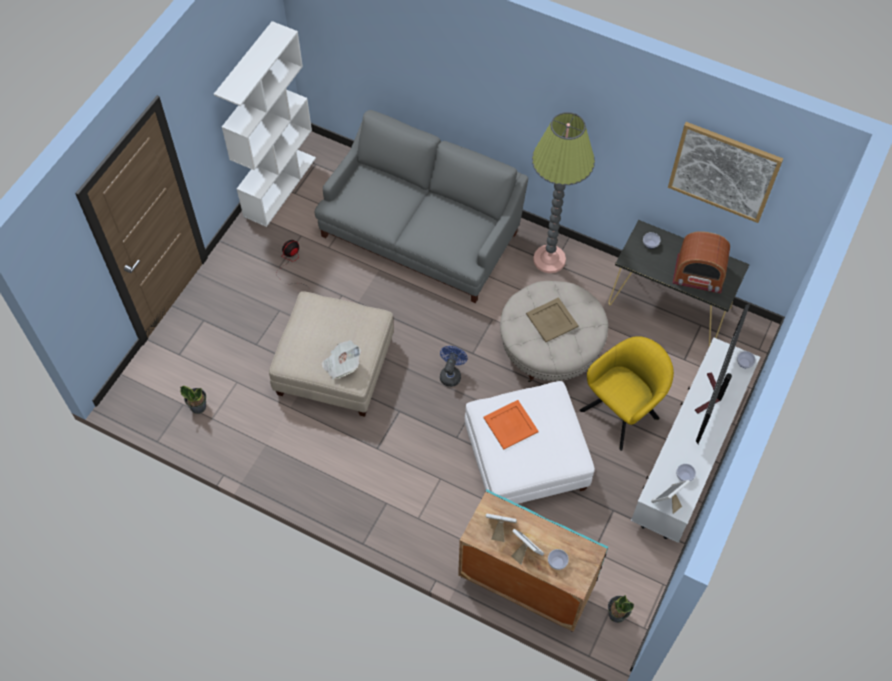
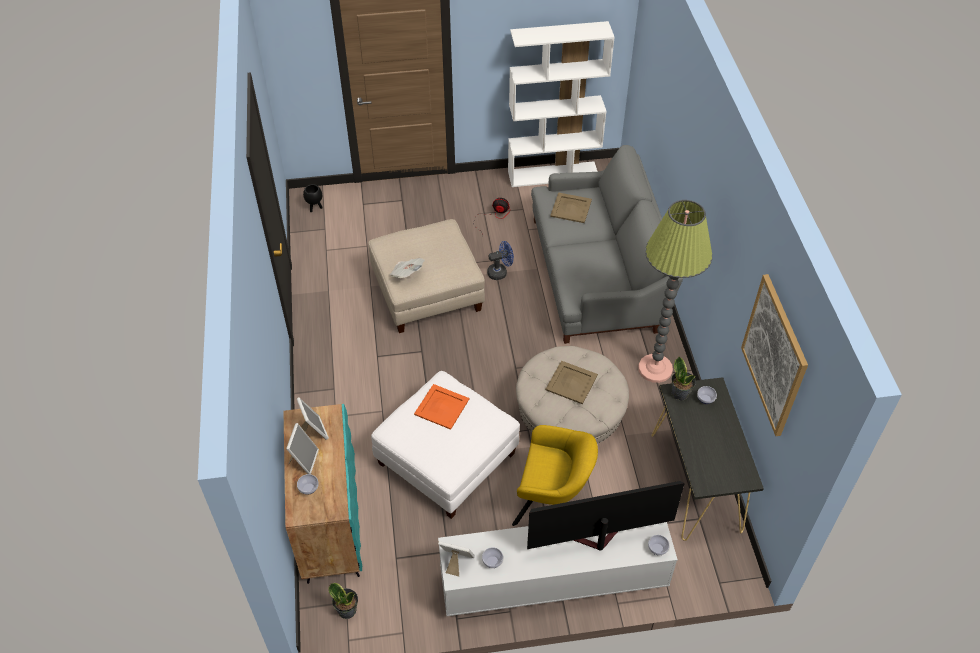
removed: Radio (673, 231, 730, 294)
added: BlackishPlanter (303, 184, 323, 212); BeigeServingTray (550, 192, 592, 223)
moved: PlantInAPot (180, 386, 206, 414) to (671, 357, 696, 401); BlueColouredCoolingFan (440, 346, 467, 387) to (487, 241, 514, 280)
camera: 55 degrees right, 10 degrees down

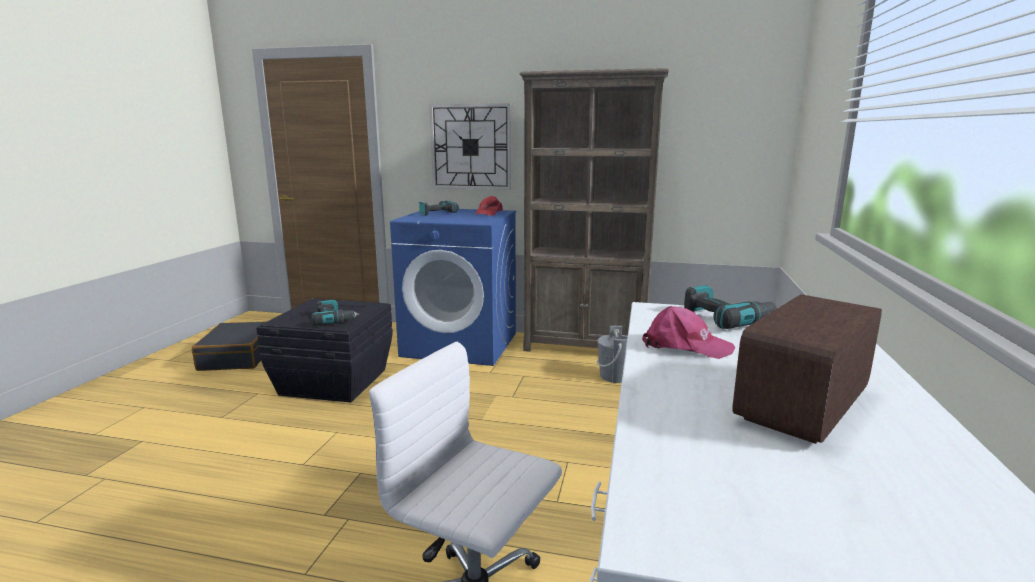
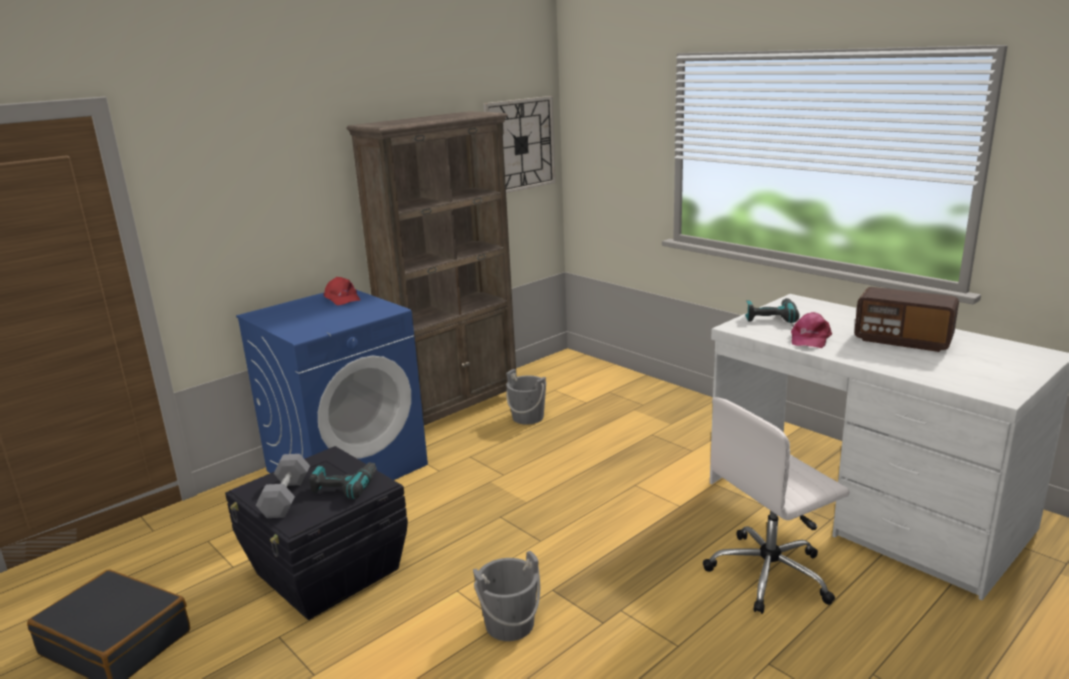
removed: PowerDrill (418, 201, 459, 216)
added: GreyishDumbbell (255, 454, 310, 518); GreyishBucket (473, 551, 540, 641)
moved: WallClock (429, 104, 511, 190) to (483, 96, 556, 193)
turned: PinkColouredCap (642, 306, 735, 359) = (791, 312, 832, 348) 150 degrees clockwise; Radio (733, 294, 882, 444) = (854, 287, 959, 352) 45 degrees counterclockwise
camera: 55 degrees left, 5 degrees up

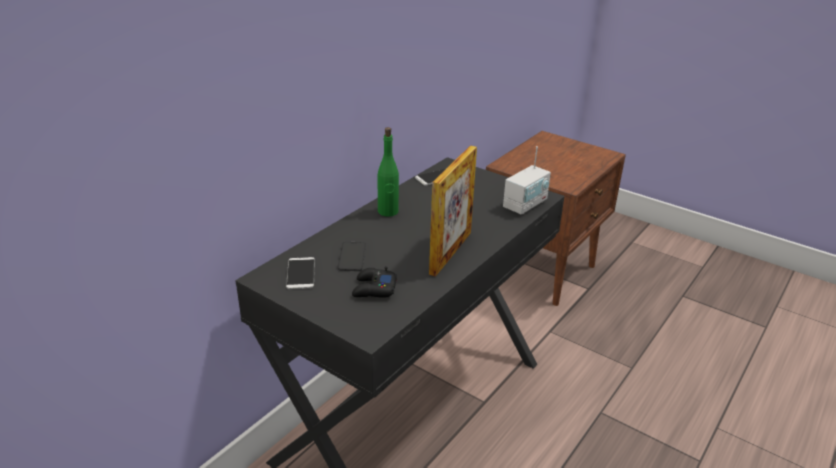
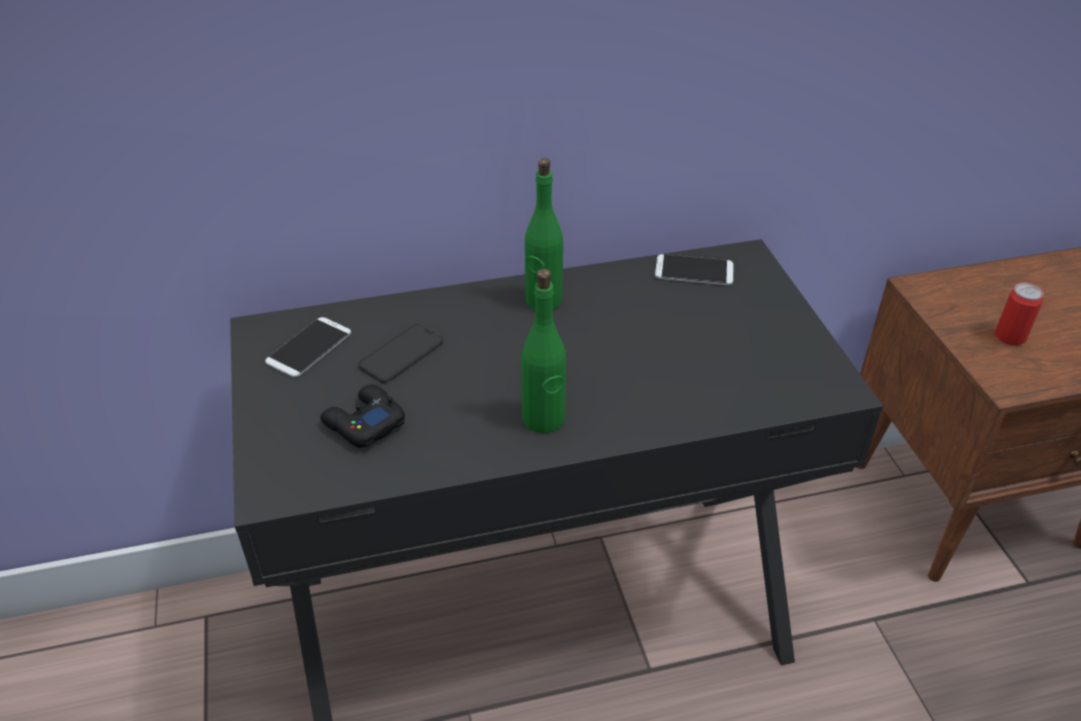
removed: Radio (503, 146, 551, 215)
added: Can (995, 283, 1043, 345)
replaced: PhotoFrame (429, 145, 477, 277) to GreenDrinkBottle (521, 269, 566, 433)
camera: 40 degrees right, 10 degrees up

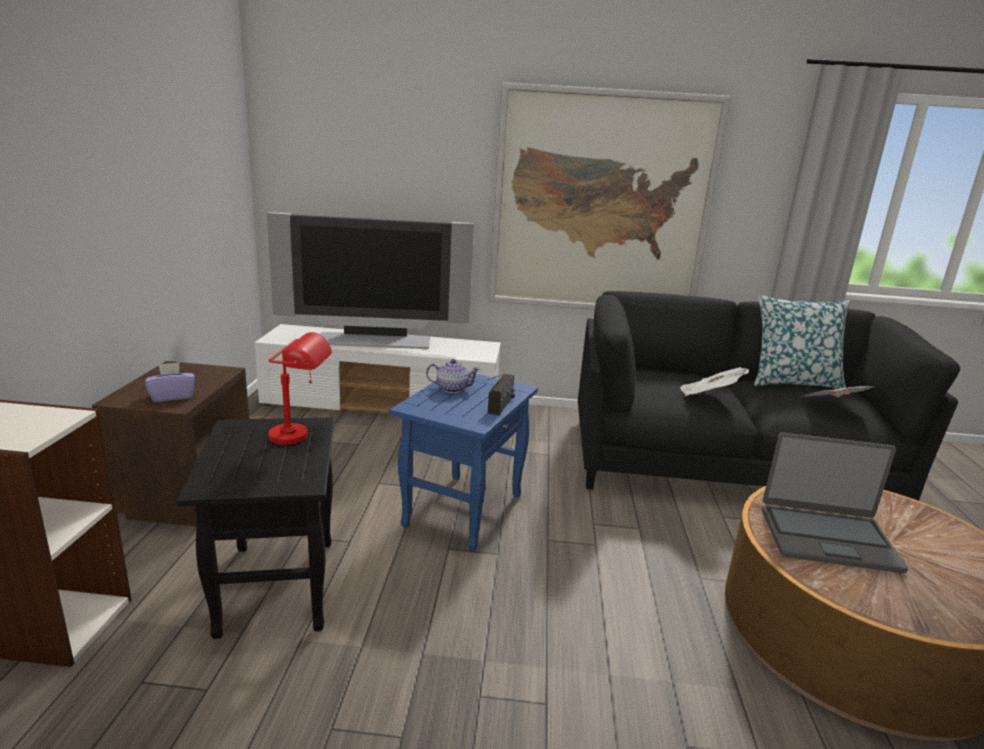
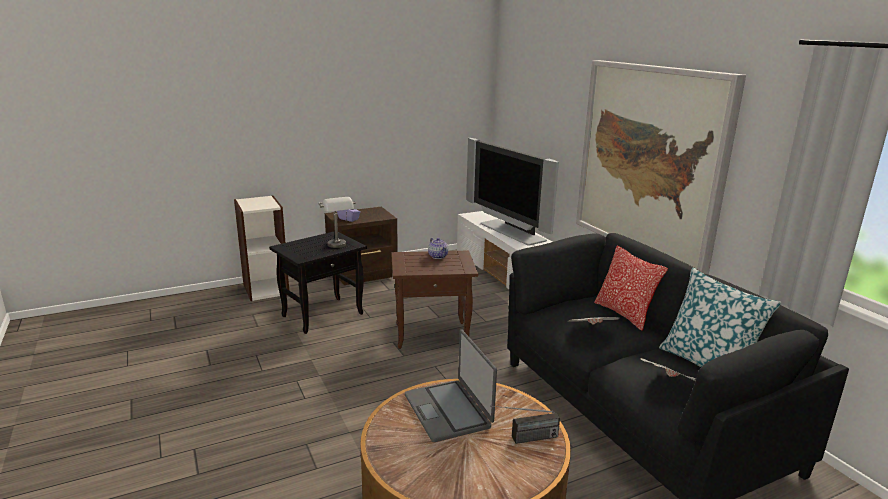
added: Pillow (594, 246, 668, 331)
moved: Radio (482, 373, 515, 415) to (490, 406, 560, 444)
recoloured: ReddishLampForATable (269, 332, 332, 445) to GreyishLampForATable (318, 197, 355, 248); BlueColouredEndTable (389, 372, 538, 551) to BrownEndTable (391, 251, 478, 349)
camera: 60 degrees right, 0 degrees up

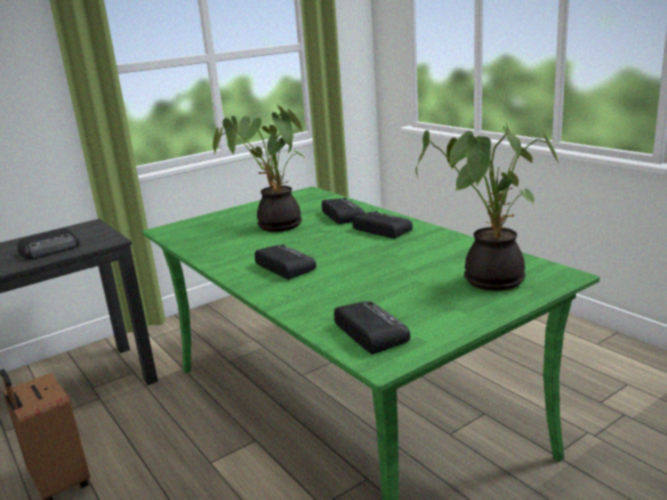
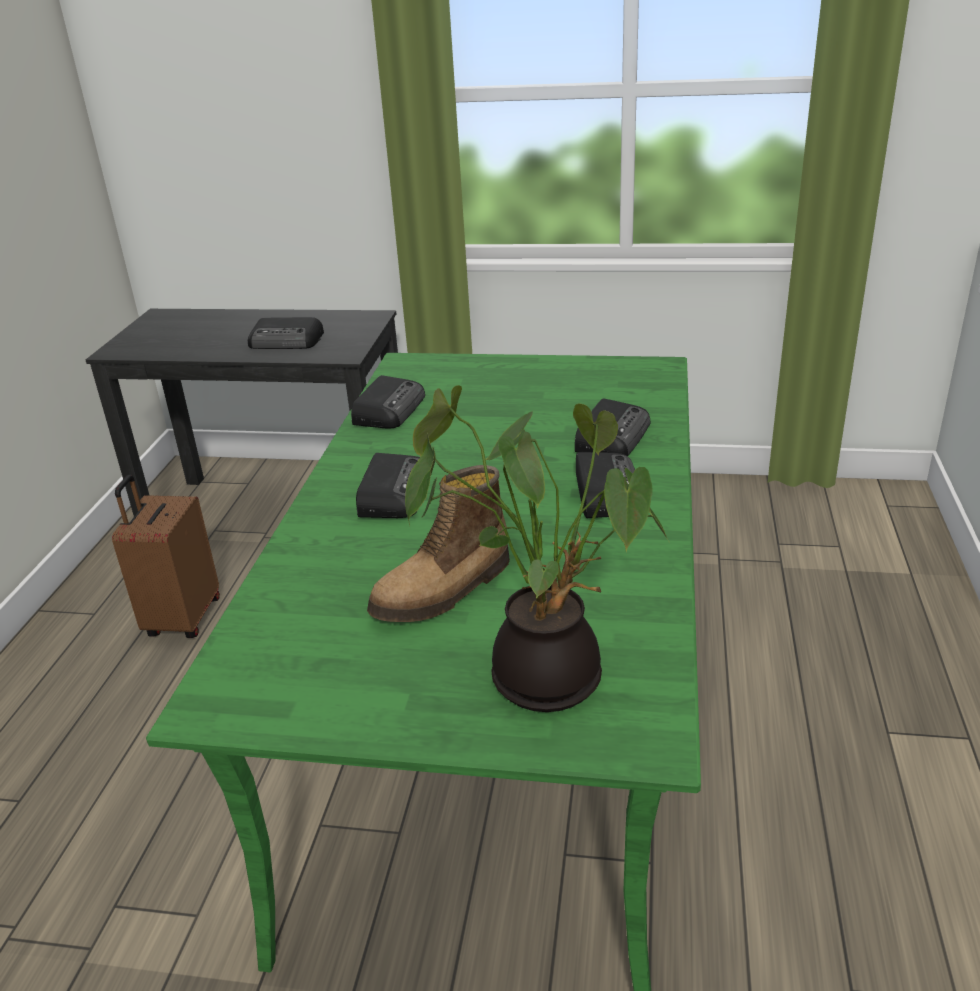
removed: PlantInAPot (213, 105, 305, 232)
added: HighTopBoot (367, 465, 510, 622)
moved: Radio (334, 301, 411, 354) to (351, 375, 425, 428)
camera: 45 degrees right, 10 degrees up

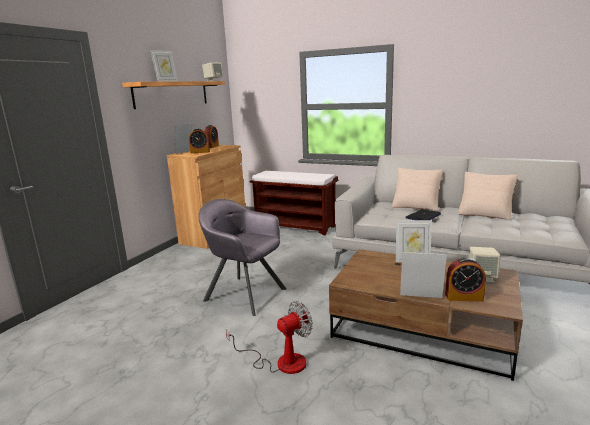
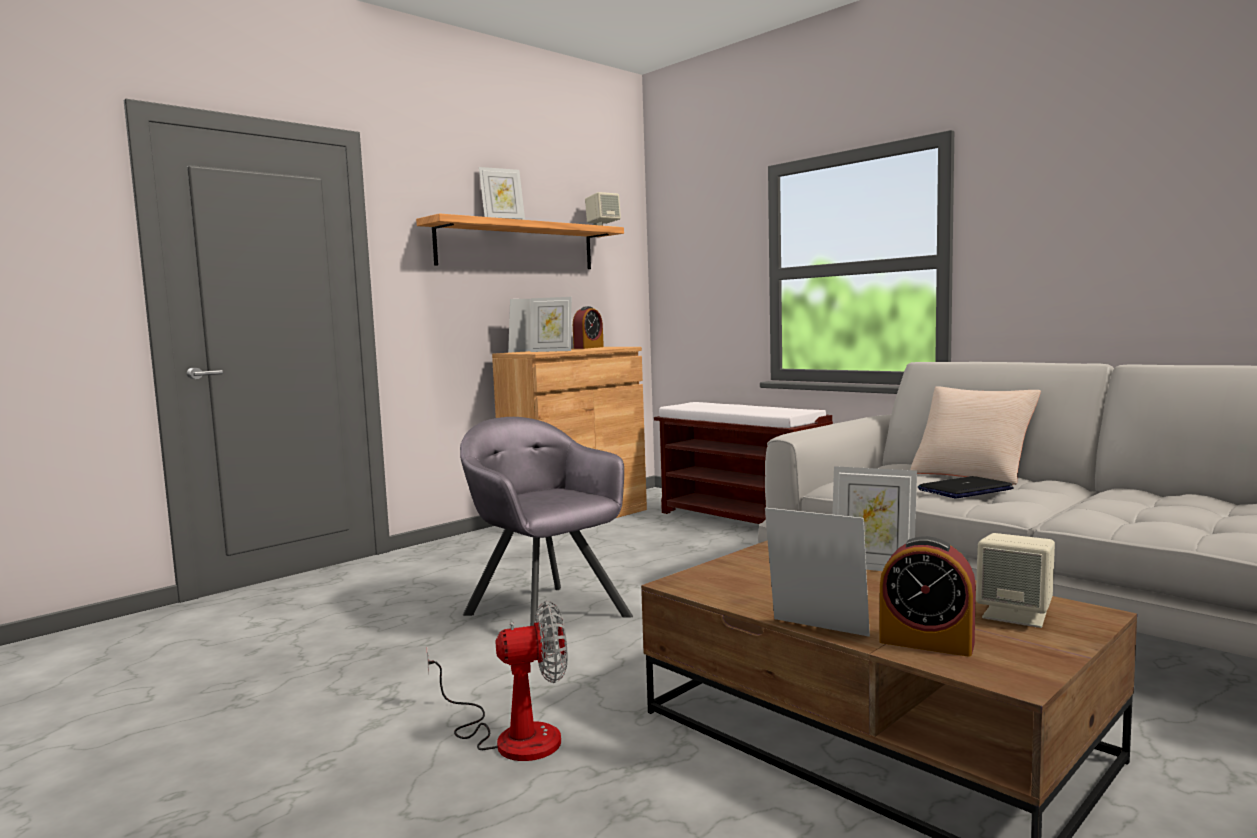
removed: BeigePillow (458, 172, 518, 220)
replaced: TableClock (189, 129, 210, 154) to PhotoFrame (530, 297, 572, 352)
camera: 20 degrees right, 10 degrees down

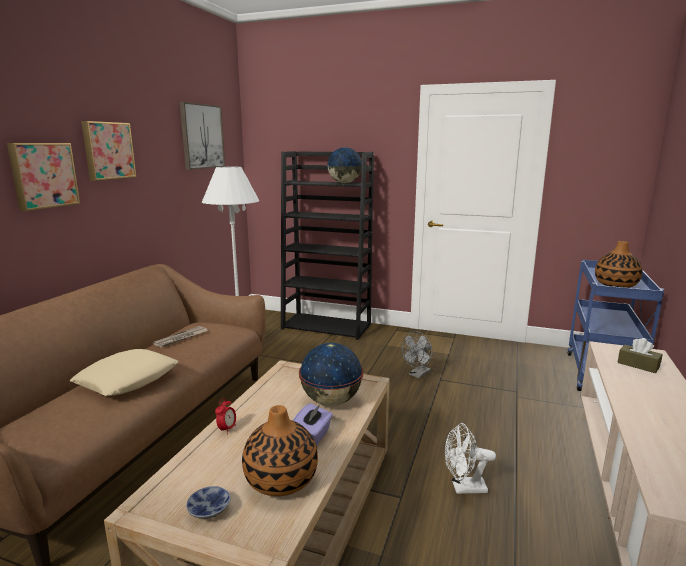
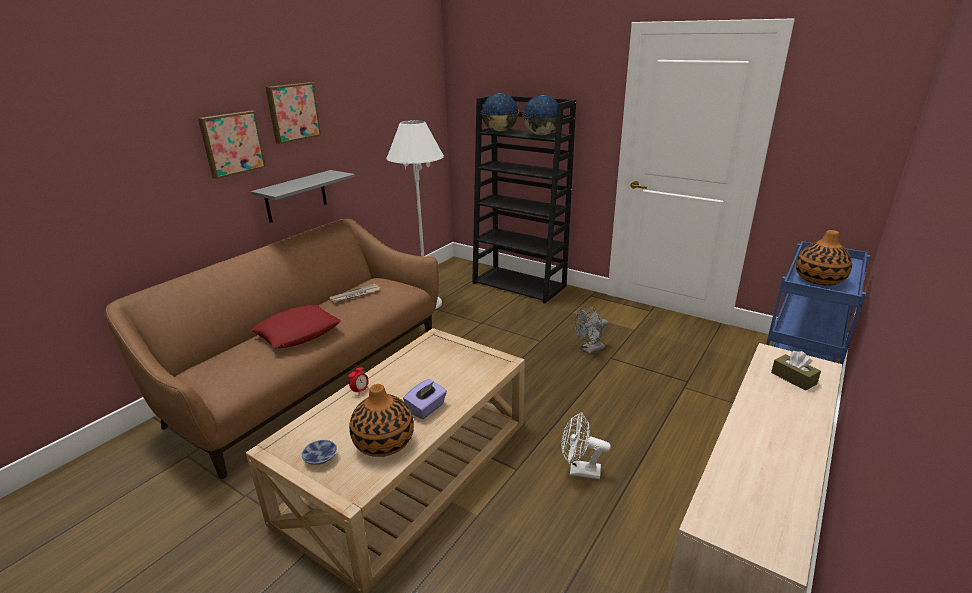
removed: Picture (180, 102, 225, 170)
added: GreyishWallShelf (251, 170, 355, 223)
moved: DeskGlobe (299, 343, 363, 406) to (481, 93, 519, 132)
recoloured: BeigePillow (70, 349, 178, 396) to ReddishPillow (251, 305, 341, 348)
camera: 15 degrees right, 10 degrees up

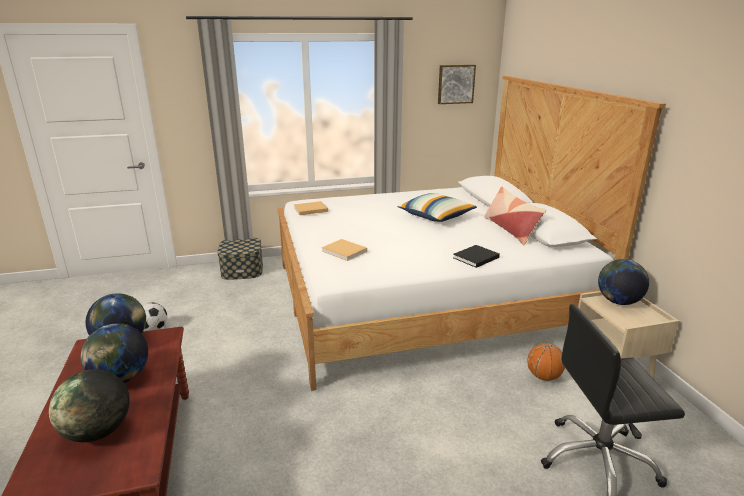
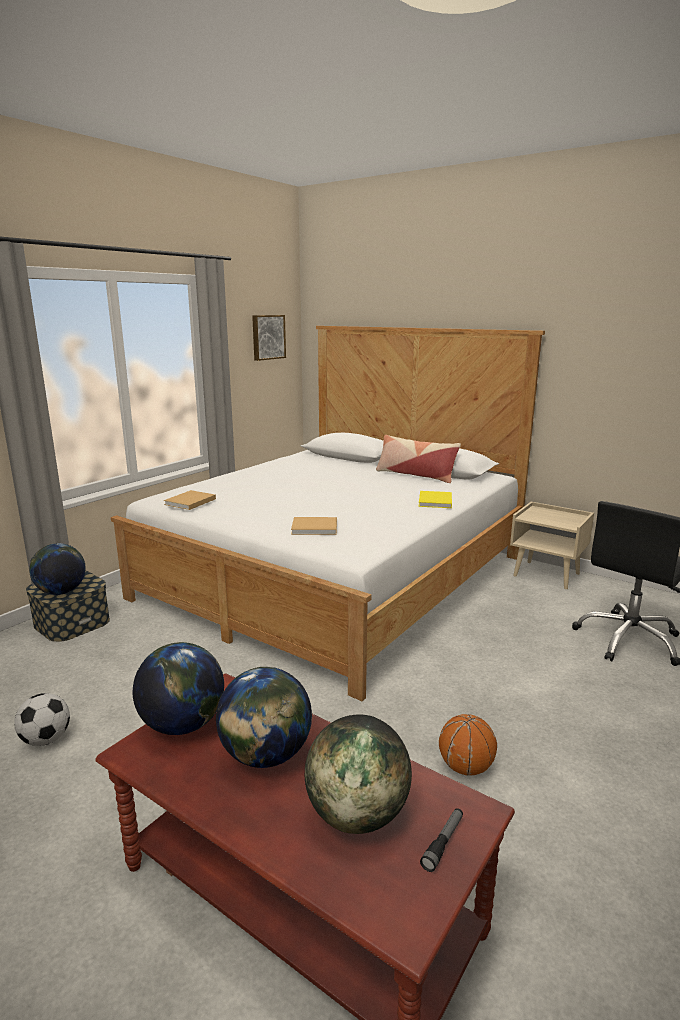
removed: Pillow (397, 193, 477, 222)
added: Torch (420, 808, 463, 872)
moved: BasketballBall (527, 343, 565, 381) to (439, 714, 497, 776); DeskGlobe (598, 259, 649, 305) to (29, 543, 86, 595)
recoloured: BlackishBook (453, 245, 500, 268) to YellowBook (419, 491, 452, 508)
camera: 40 degrees left, 5 degrees down

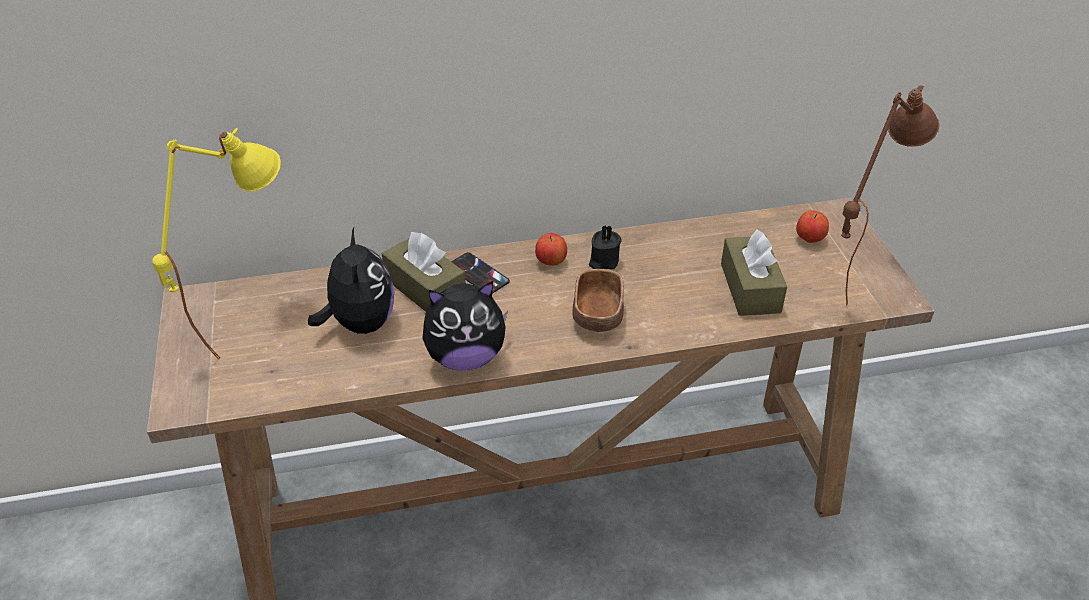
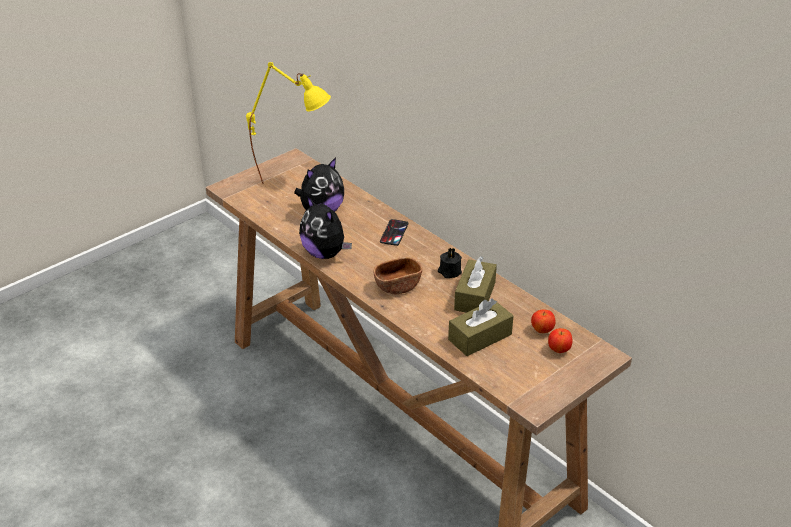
removed: BrownLampForATable (841, 86, 940, 306)
moved: BrownTissueBox (382, 232, 466, 312) to (454, 256, 497, 313); WholeApple (535, 233, 567, 266) to (531, 309, 555, 333)
camera: 60 degrees right, 5 degrees down

